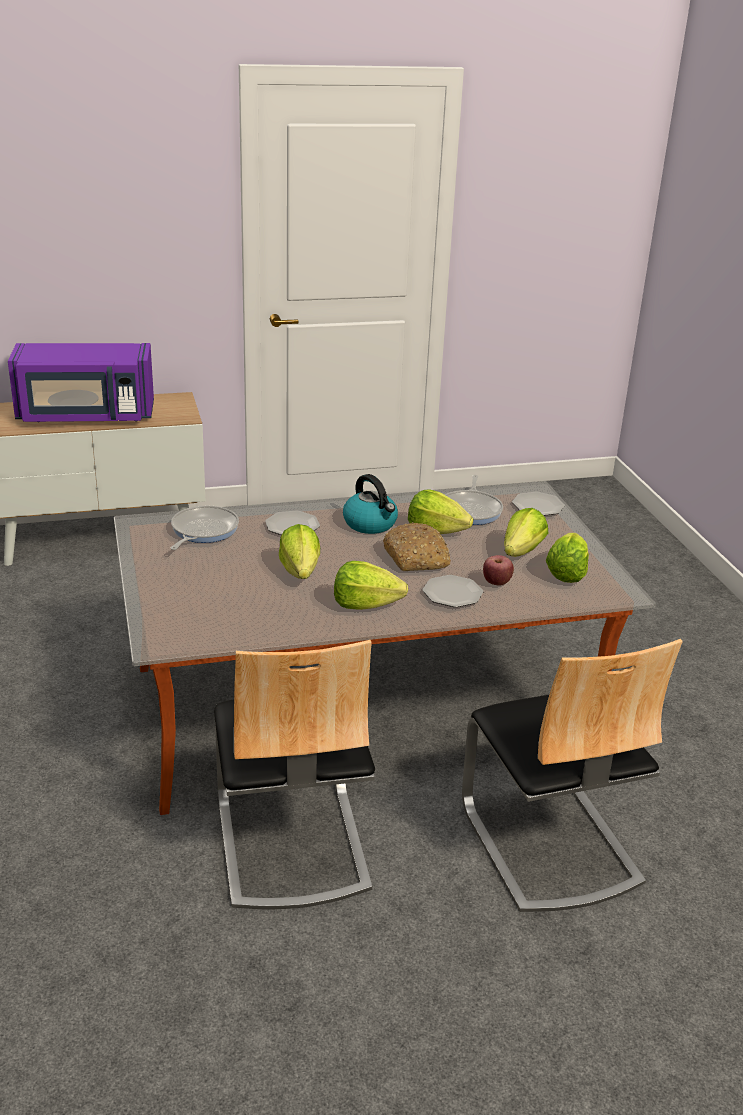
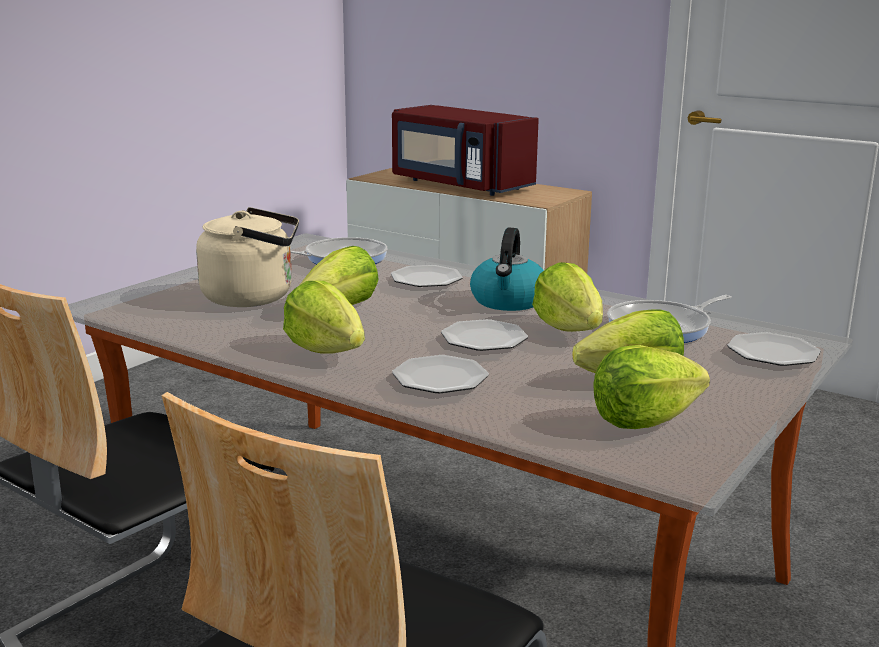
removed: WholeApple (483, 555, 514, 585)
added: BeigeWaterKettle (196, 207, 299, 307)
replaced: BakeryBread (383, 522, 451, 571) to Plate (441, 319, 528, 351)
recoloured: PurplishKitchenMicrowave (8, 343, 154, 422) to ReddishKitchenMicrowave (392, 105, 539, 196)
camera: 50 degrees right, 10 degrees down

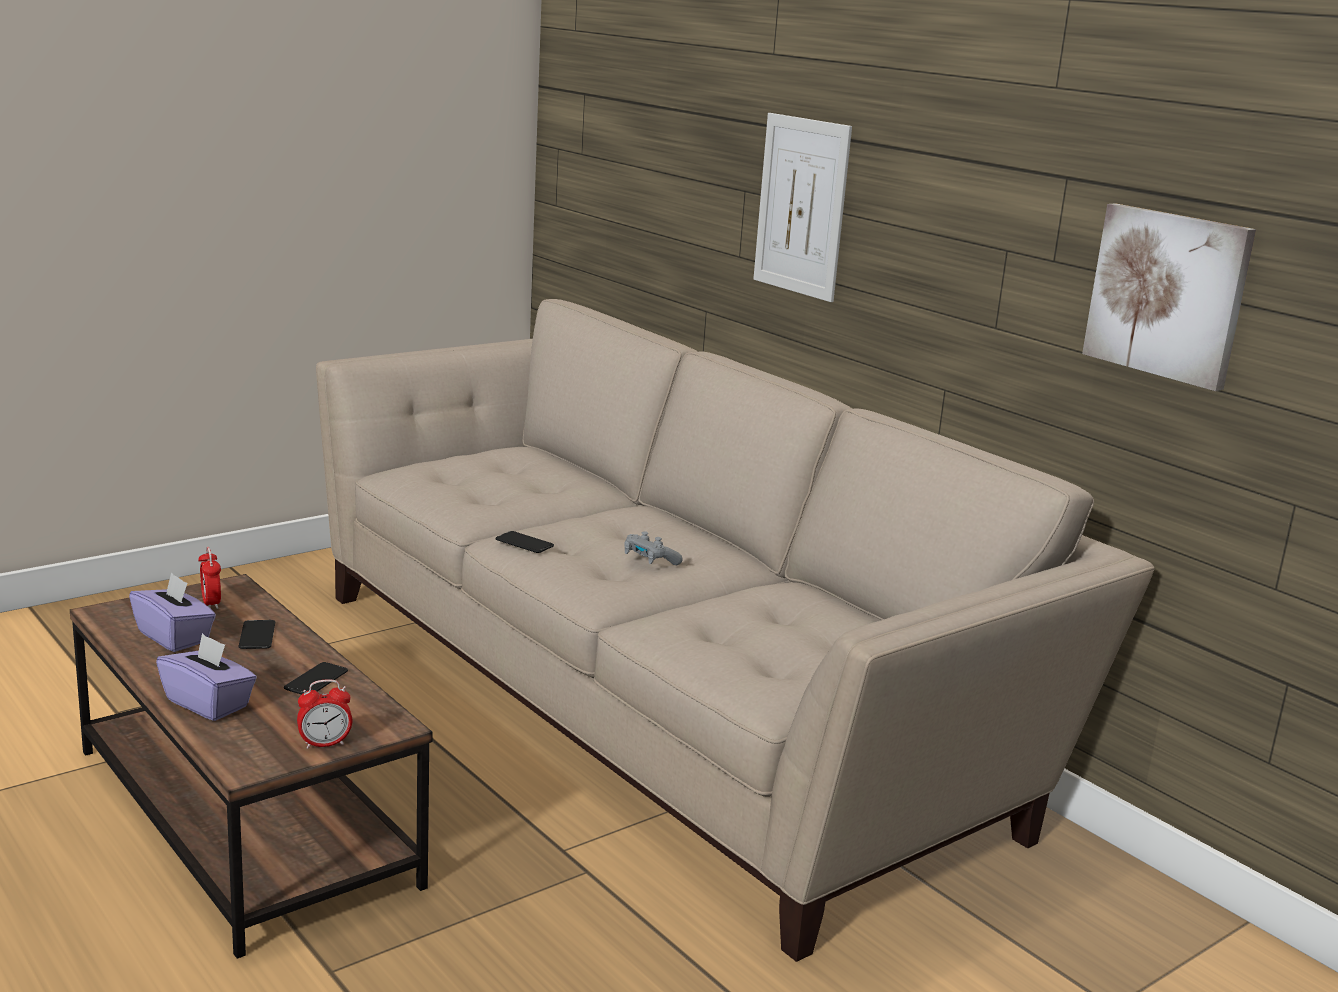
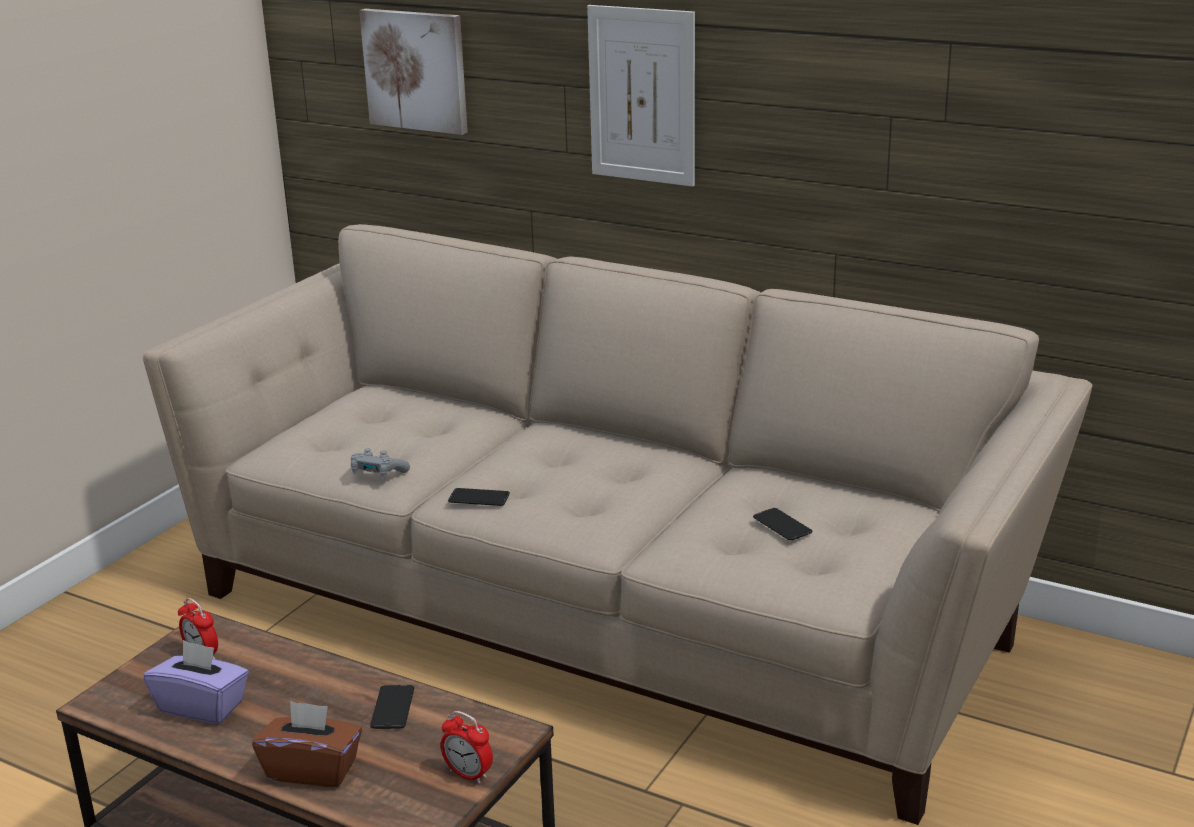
moved: Telephone (239, 620, 275, 649) to (753, 508, 812, 540); GreyishGameController (624, 531, 683, 565) to (351, 448, 410, 479); Picture (1082, 203, 1256, 391) to (359, 9, 468, 135)
recoloured: PurplishTissueBox (156, 633, 257, 721) to BrownTissueBox (252, 701, 362, 787)
turned: TableClock (297, 679, 352, 749) = (441, 711, 493, 784) 75 degrees clockwise
camera: 20 degrees left, 5 degrees up

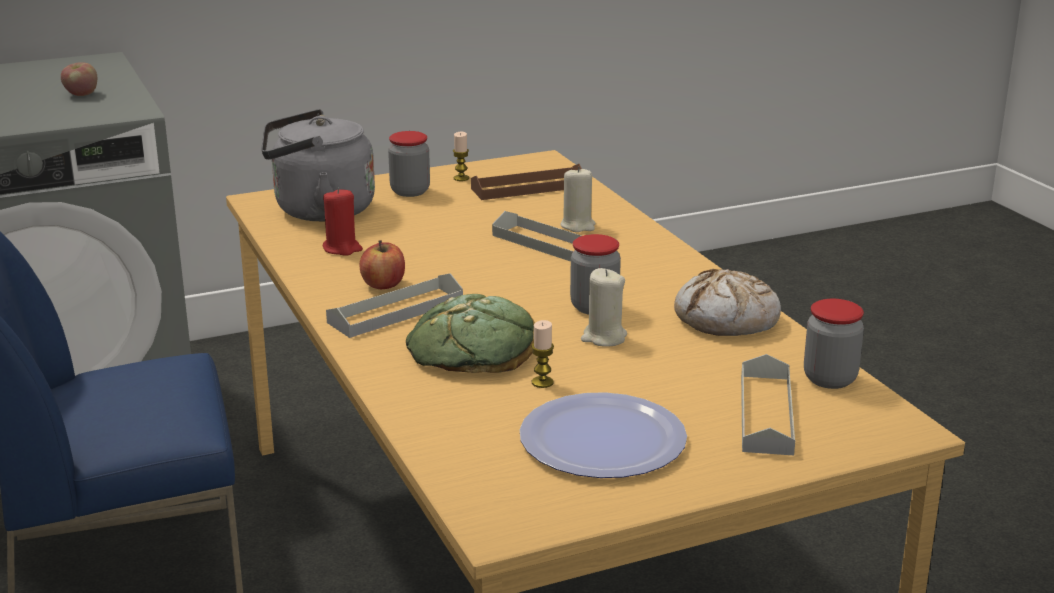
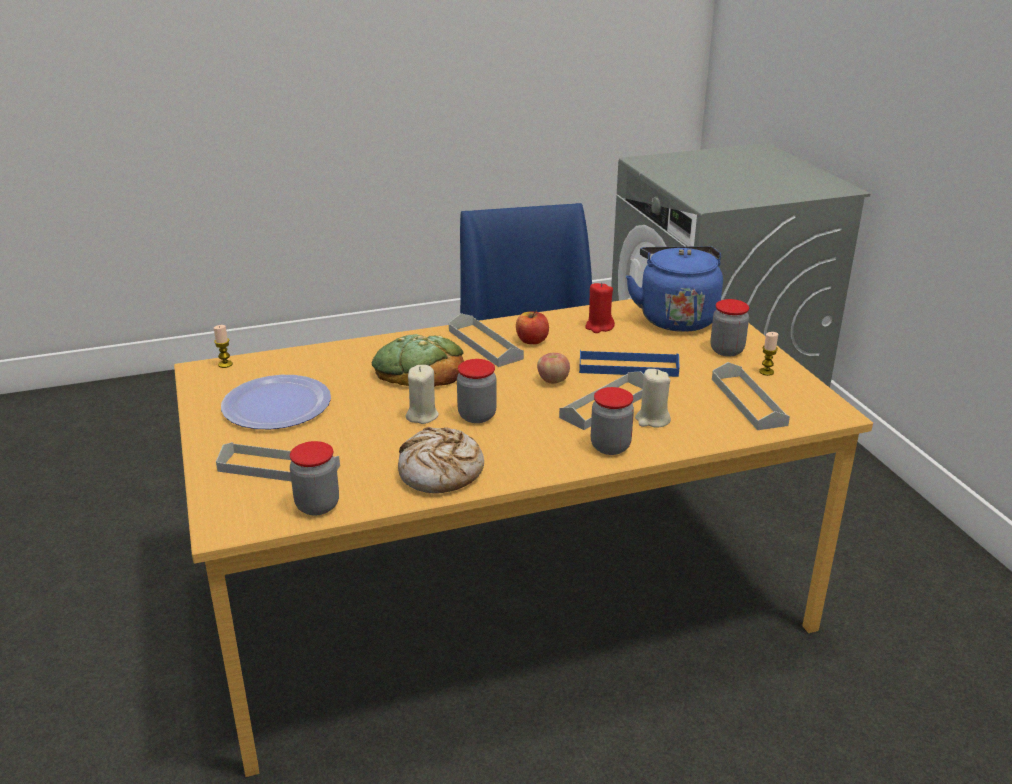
added: BlueColouredServingTray (579, 350, 679, 377); StorageJar (591, 387, 634, 455)
moved: WholeApple (61, 62, 97, 96) to (537, 353, 570, 384); WaxLight (531, 320, 554, 388) to (214, 325, 233, 368)
recoloured: GreyishWaterKettle (261, 109, 375, 221) to BlueColouredWaterKettle (626, 246, 723, 332); BrownServingTray (471, 164, 582, 200) to GreyishServingTray (712, 362, 790, 430)
camera: 95 degrees right, 5 degrees up

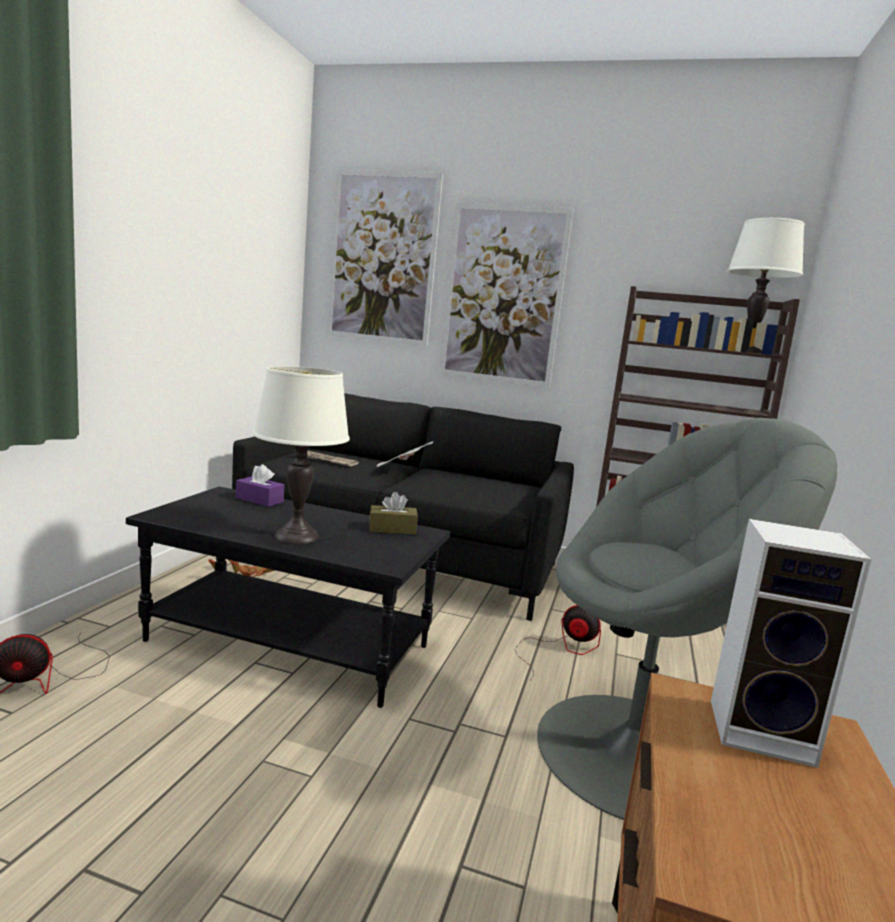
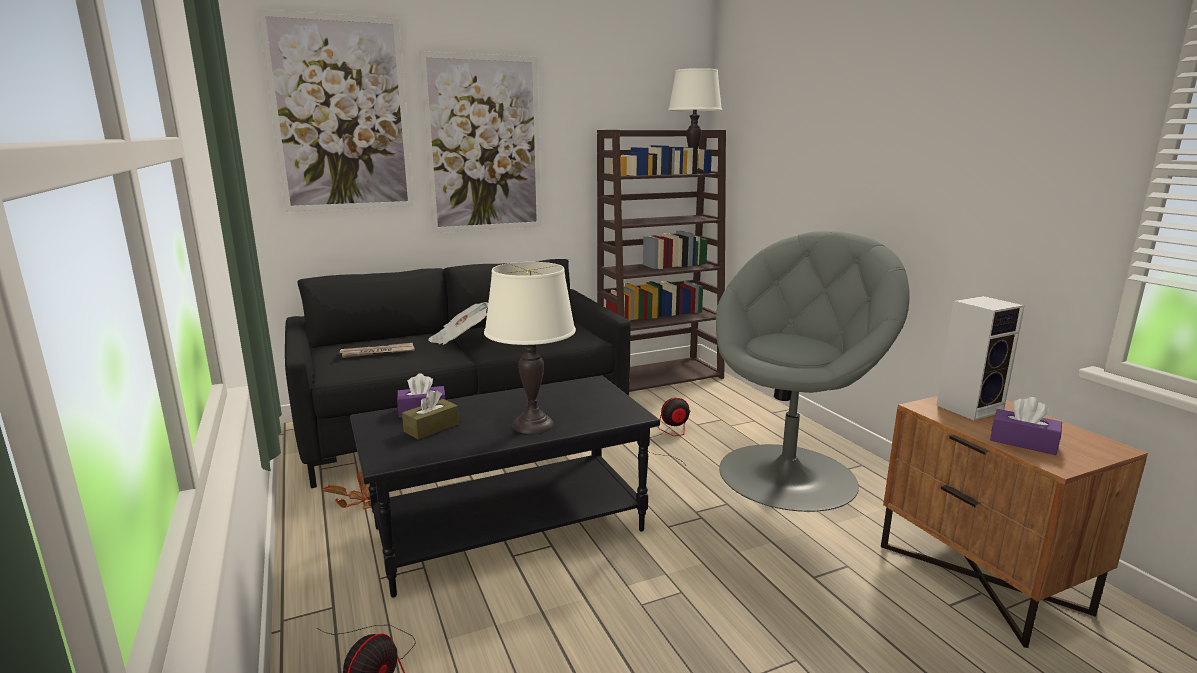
added: PurplishTissueBox (990, 397, 1062, 455)
moved: BrownTissueBox (369, 492, 418, 535) to (402, 390, 459, 439)
camera: 40 degrees left, 5 degrees up

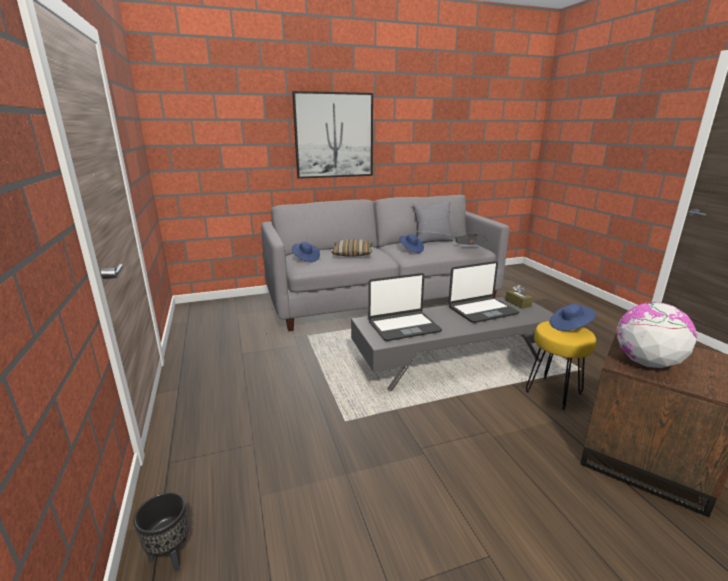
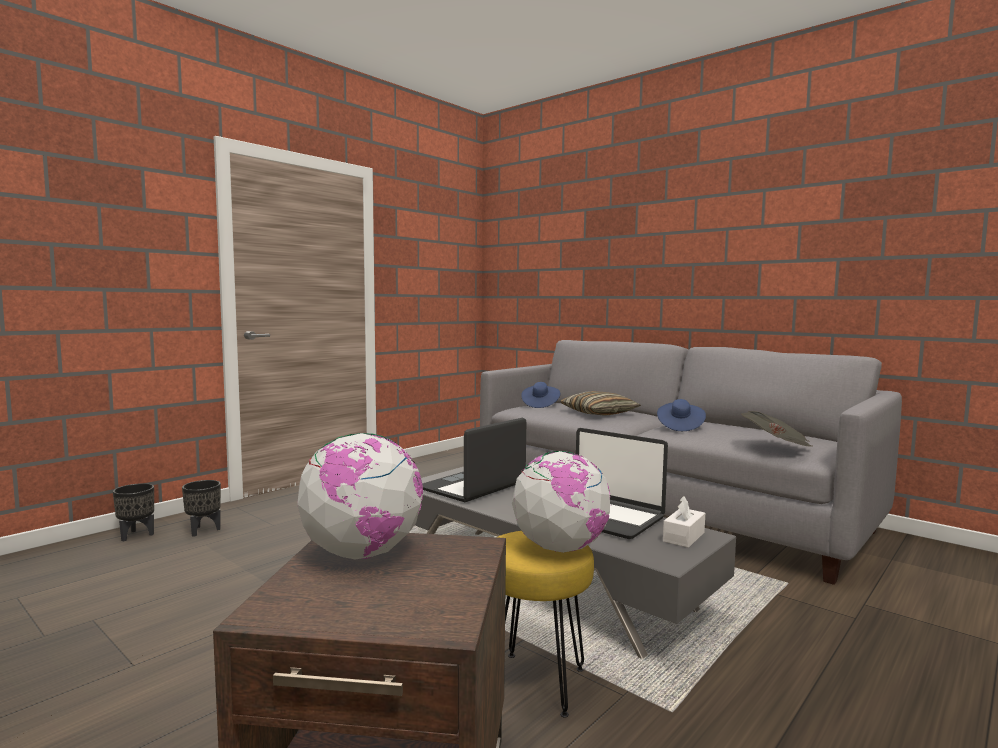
removed: Picture (292, 91, 373, 179); GreyishPillow (413, 201, 454, 243)
added: BlackishPlanter (182, 480, 221, 537)
replaced: BlueColouredHat (550, 304, 596, 331) to DeskGlobe (512, 451, 610, 553)
recoloured: BrownTissueBox (505, 285, 533, 309) to WhiteColouredTissueBox (663, 496, 705, 548)
turned: NotebookComputer (368, 273, 442, 341) = (422, 418, 526, 502) 90 degrees clockwise
camera: 60 degrees right, 15 degrees down

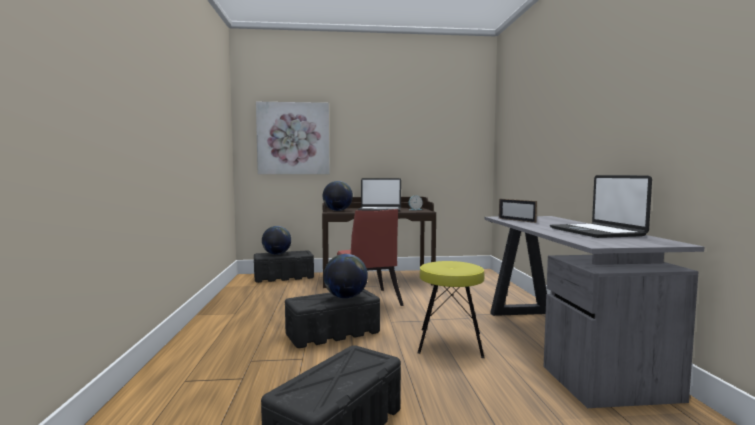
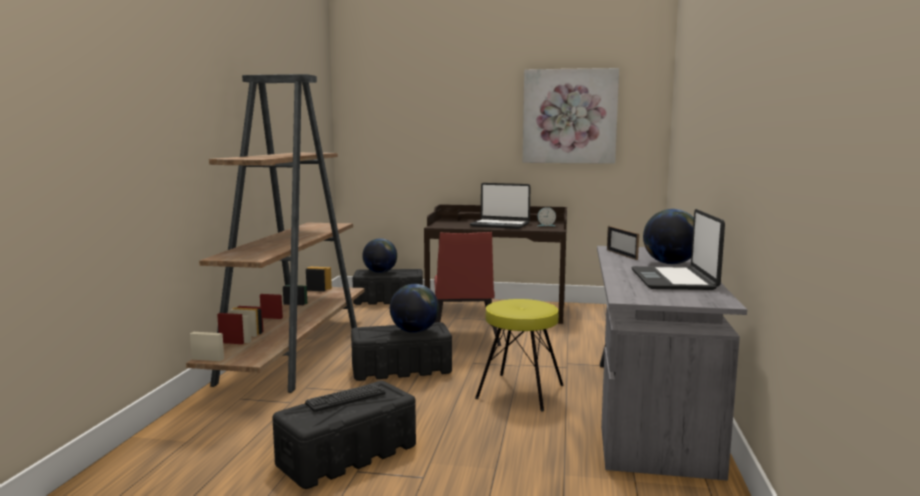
added: BrownBookshelf (186, 74, 365, 393); ComputerKeyboard (305, 383, 385, 412)
moved: Picture (256, 102, 330, 174) to (523, 68, 619, 164); DeskGlobe (323, 181, 353, 211) to (643, 209, 694, 264)
camera: 15 degrees right, 5 degrees up

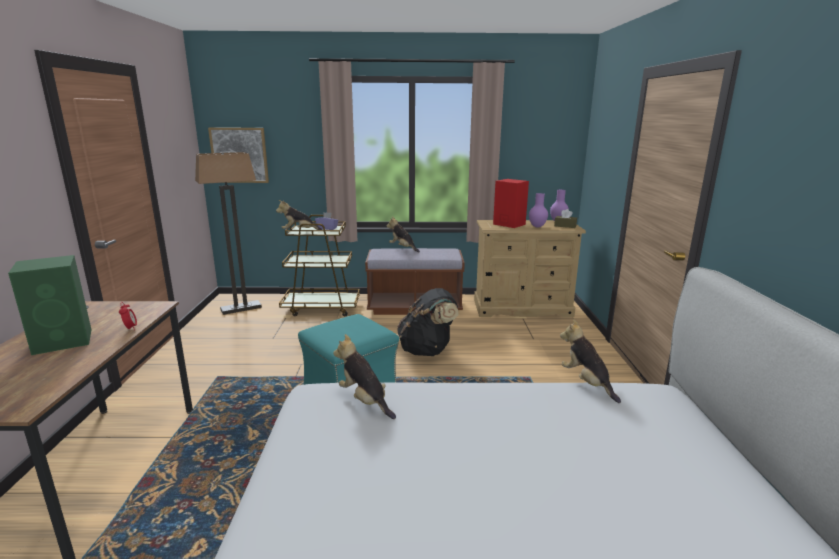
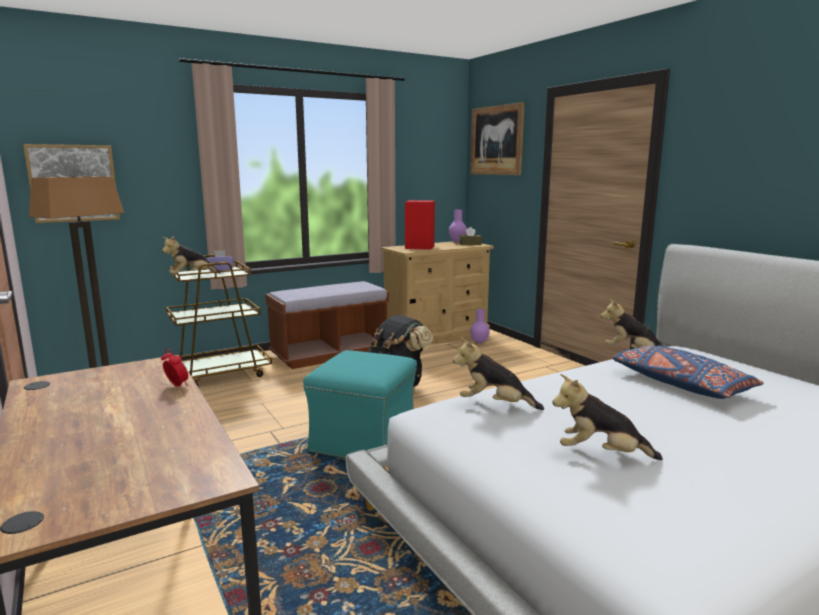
removed: GreenSpeaker (8, 255, 91, 355)
added: Picture (471, 102, 525, 175); BlueColouredPillow (612, 346, 764, 399)
moved: CuddlyToy (387, 217, 420, 253) to (552, 374, 663, 460); PurplishFlowerVase (529, 193, 548, 228) to (470, 309, 490, 343)
camera: 30 degrees left, 5 degrees down

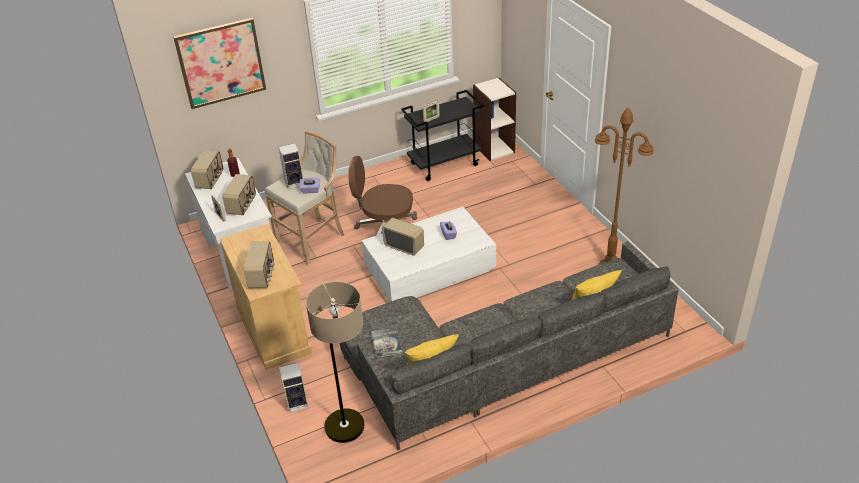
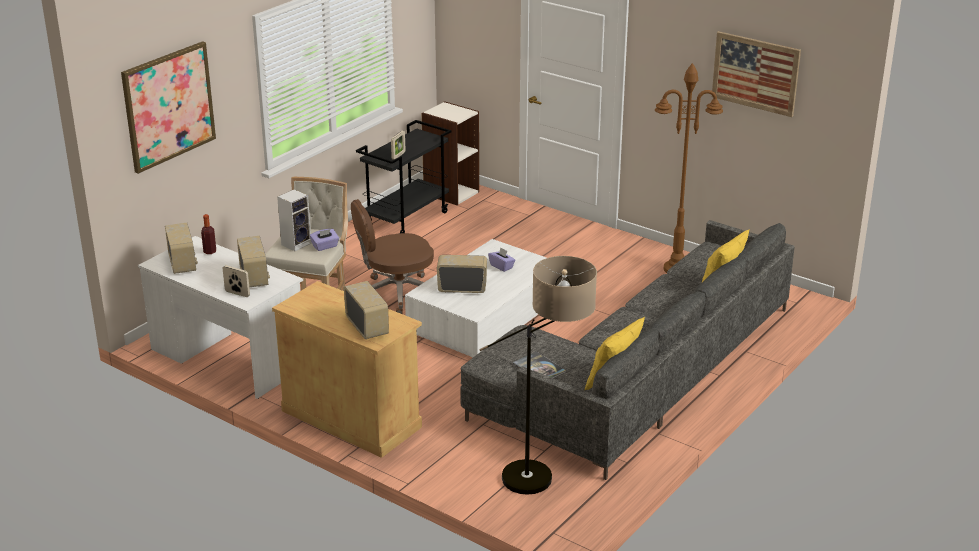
removed: Speaker (279, 363, 309, 413)
added: Picture (712, 31, 801, 117)
camera: 30 degrees left, 10 degrees down

